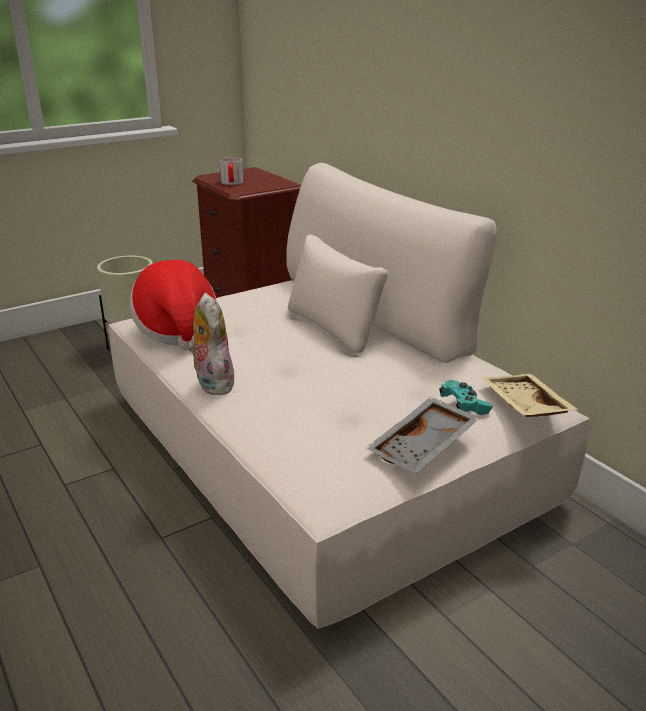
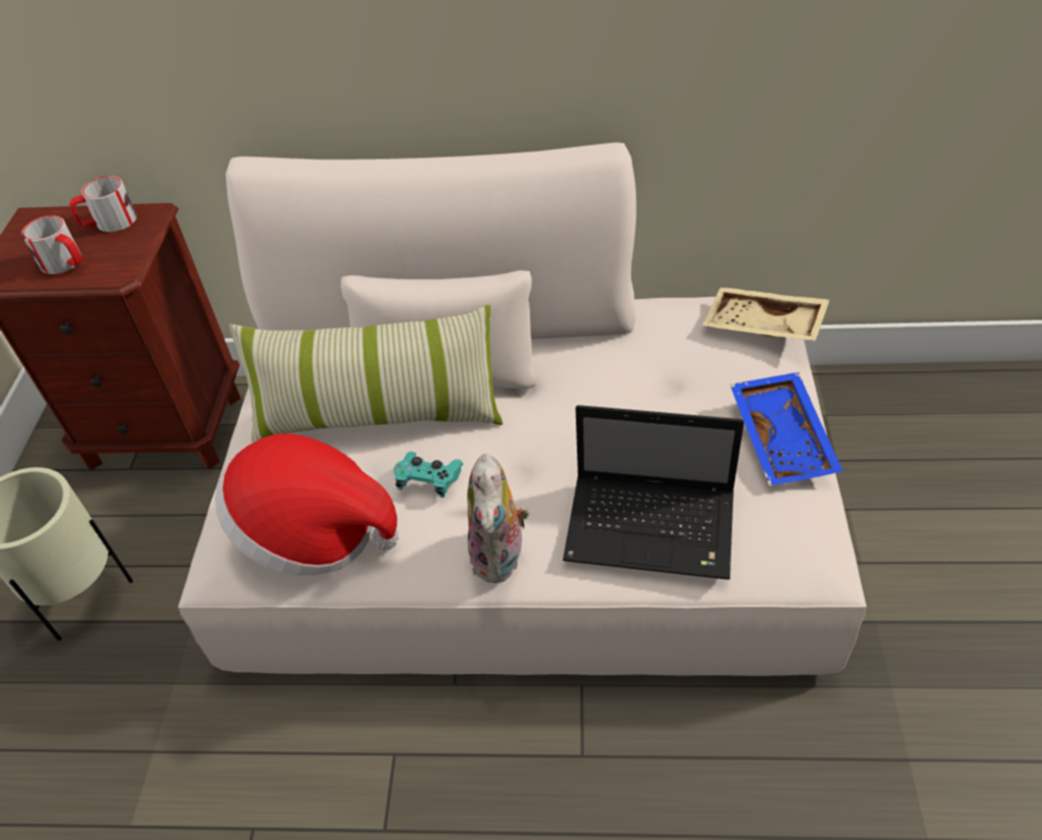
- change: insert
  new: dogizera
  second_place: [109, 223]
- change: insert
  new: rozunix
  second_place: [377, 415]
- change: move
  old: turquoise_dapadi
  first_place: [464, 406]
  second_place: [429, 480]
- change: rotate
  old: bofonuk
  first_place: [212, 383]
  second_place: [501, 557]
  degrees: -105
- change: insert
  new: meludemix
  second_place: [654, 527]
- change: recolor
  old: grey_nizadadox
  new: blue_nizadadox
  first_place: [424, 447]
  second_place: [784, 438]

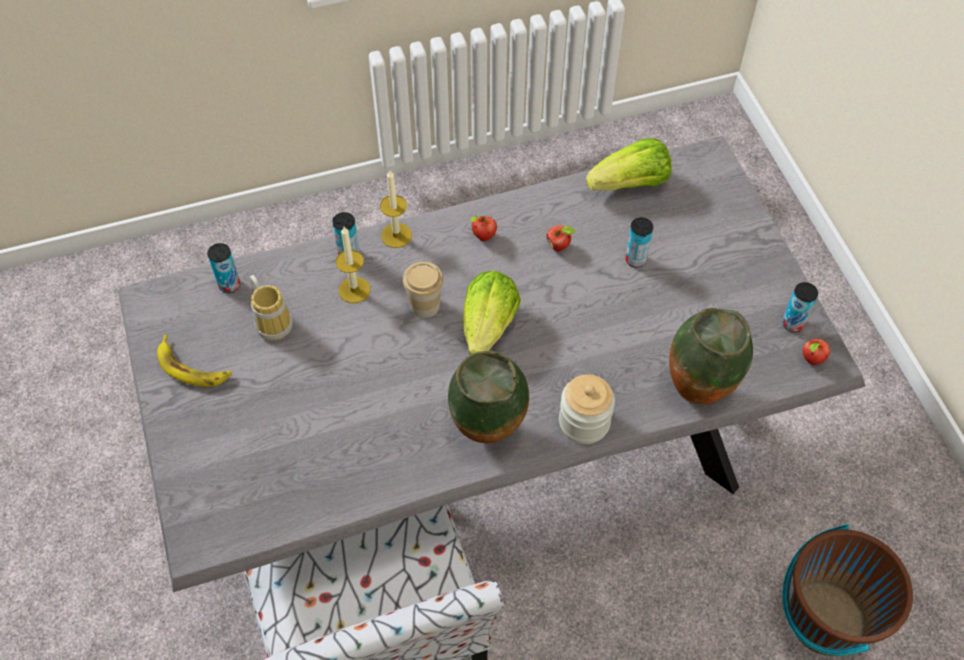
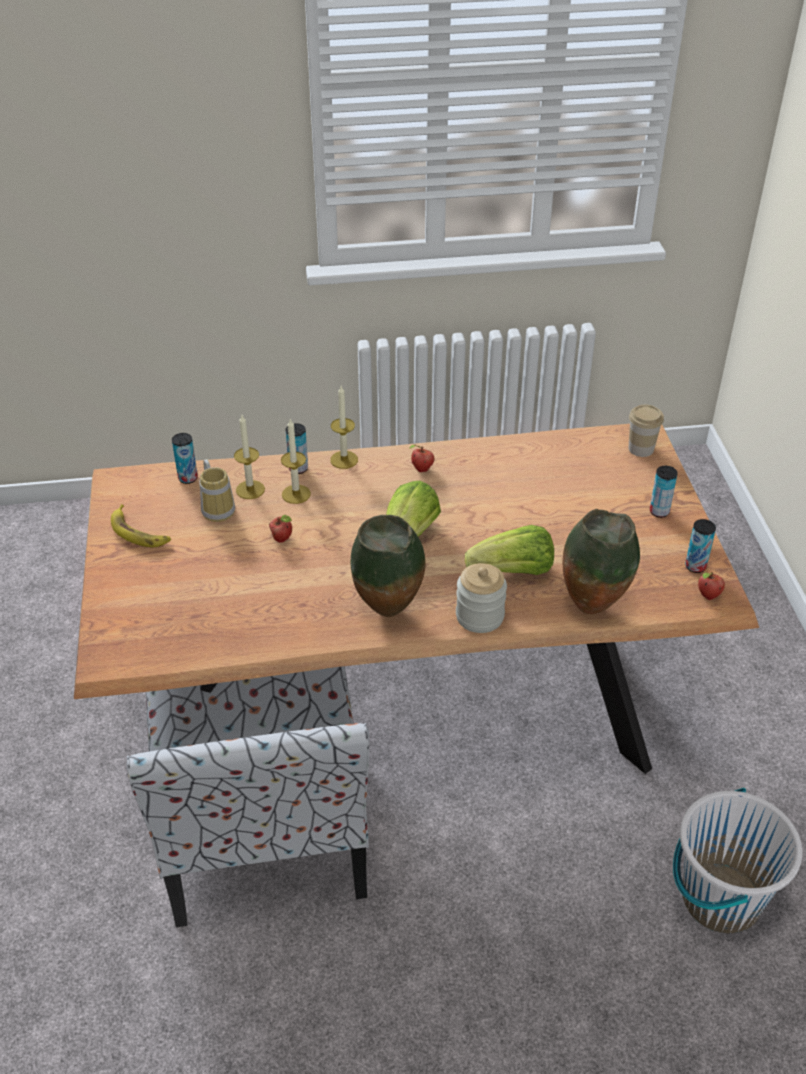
- change: recolor
  old: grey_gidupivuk
  new: brown_gidupivuk
  first_place: [481, 458]
  second_place: [402, 709]
- change: insert
  new: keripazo
  second_place: [250, 489]
- change: move
  old: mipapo
  first_place: [559, 246]
  second_place: [282, 539]
- change: move
  old: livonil
  first_place: [631, 184]
  second_place: [513, 572]
- change: move
  old: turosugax
  first_place: [425, 305]
  second_place: [641, 449]
- change: move
  old: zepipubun
  first_place: [635, 259]
  second_place: [659, 511]
- change: recolor
  old: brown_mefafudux
  new: white_mefafudux
  first_place: [824, 619]
  second_place: [720, 898]

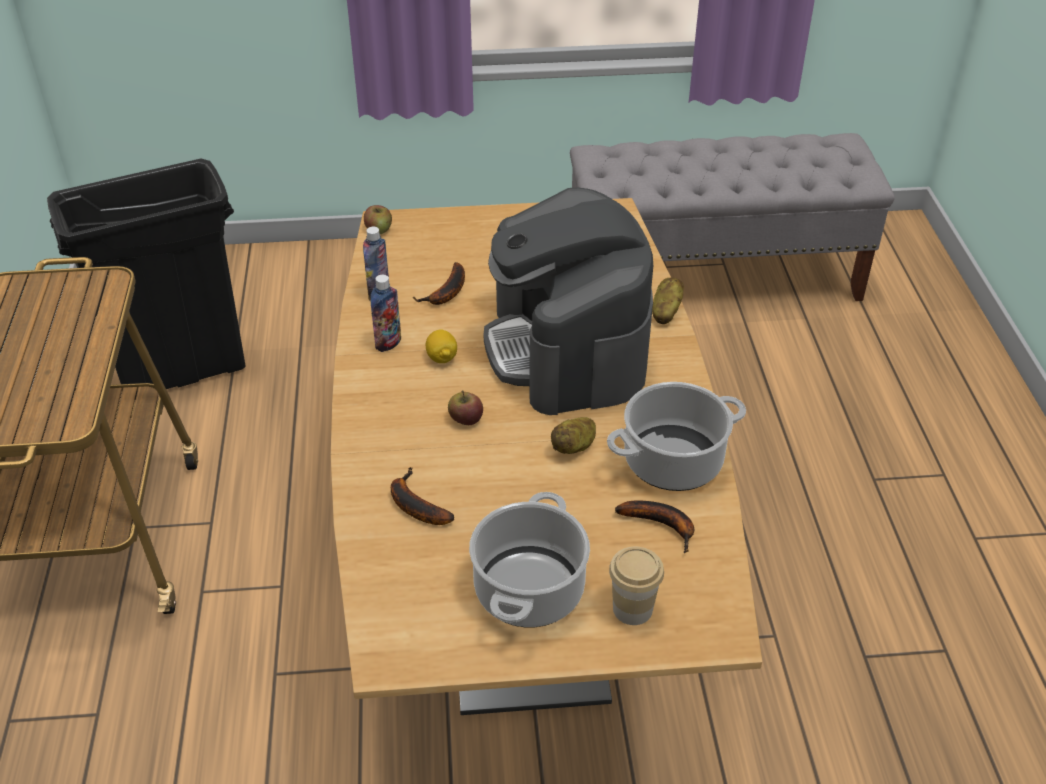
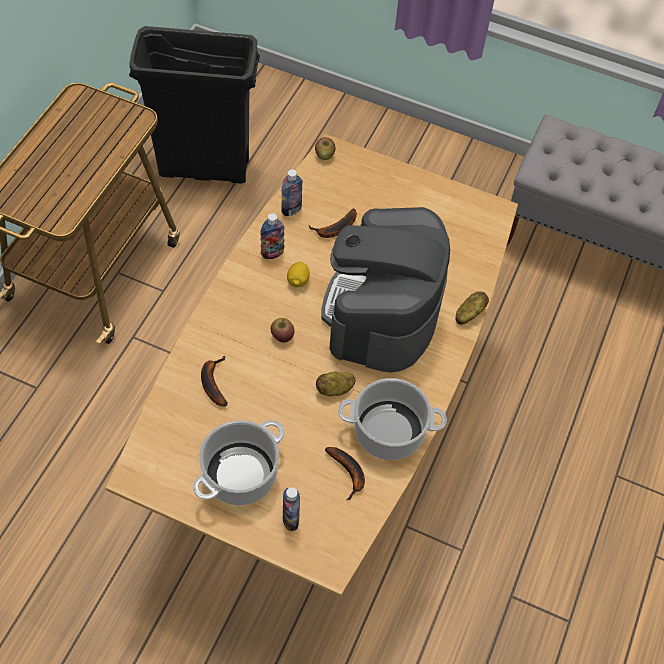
- change: replace
  old: turosugax
  new: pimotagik
  first_place: [632, 609]
  second_place: [290, 519]

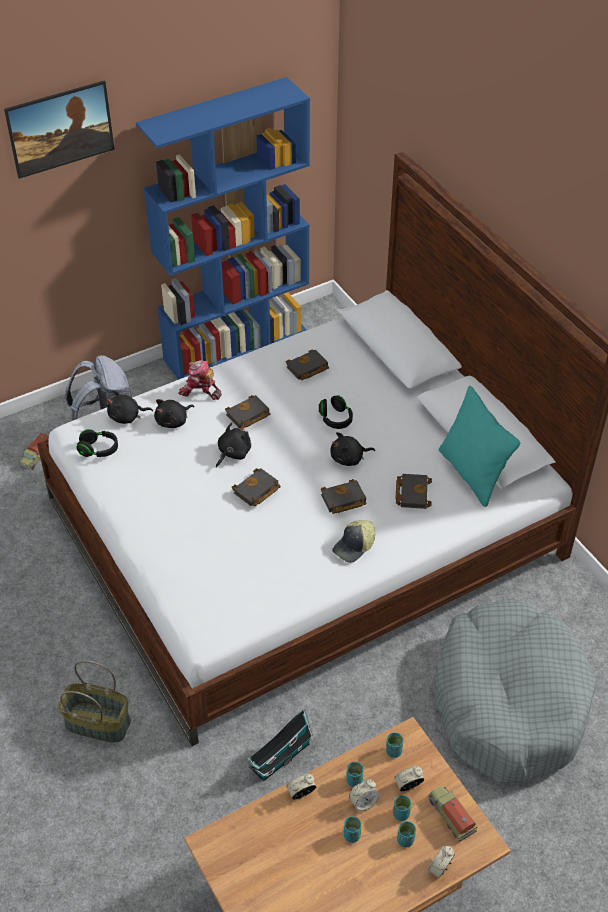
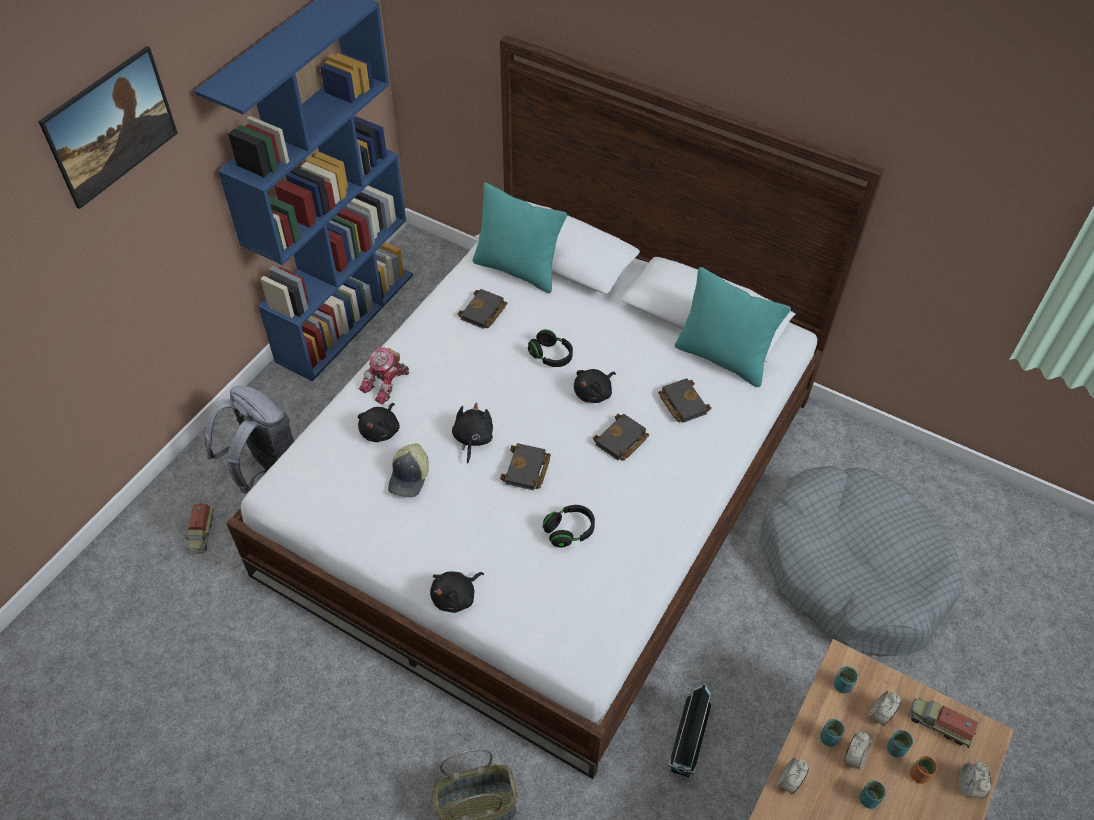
- change: rotate
  old: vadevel
  first_place: [200, 391]
  second_place: [387, 384]
  degrees: -45
- change: move
  old: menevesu
  first_place: [354, 546]
  second_place: [410, 477]
- change: move
  old: black_bofonuk
  first_place: [127, 417]
  second_place: [456, 597]
- change: insert
  new: turquoise_rozunix
  second_place: [517, 269]
- change: move
  old: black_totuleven
  first_place: [98, 450]
  second_place: [569, 531]
- change: recolor
  old: turquoise_turosugax
  new: orange_turosugax
  first_place: [405, 840]
  second_place: [919, 774]
- change: delete
  old: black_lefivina
  first_place: [247, 416]

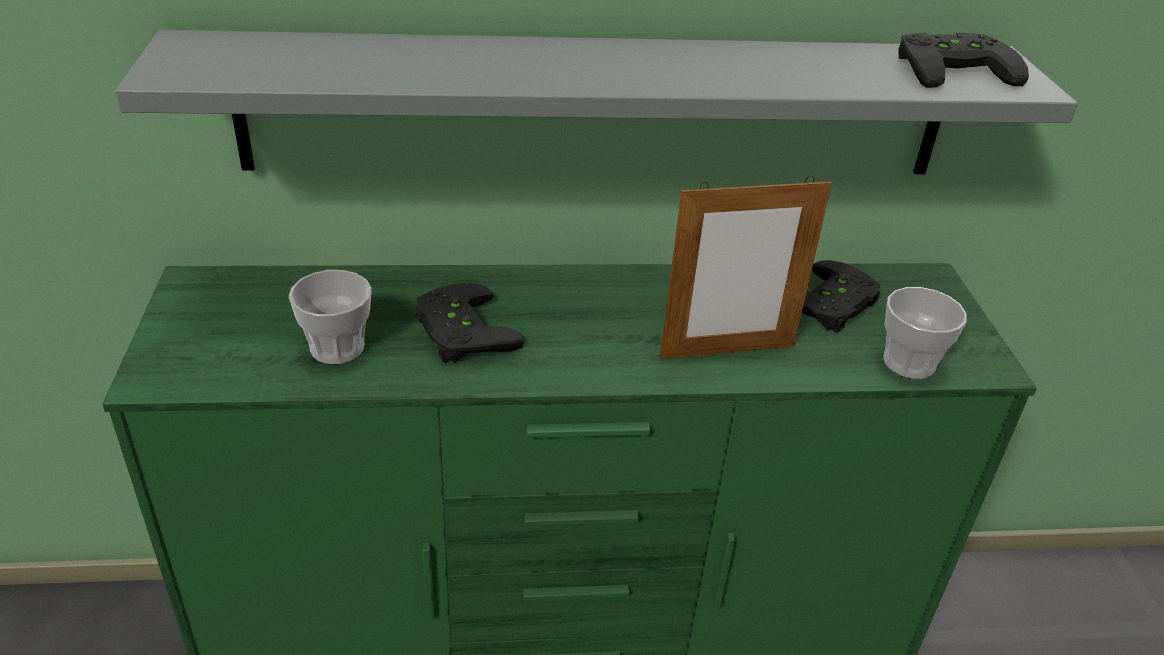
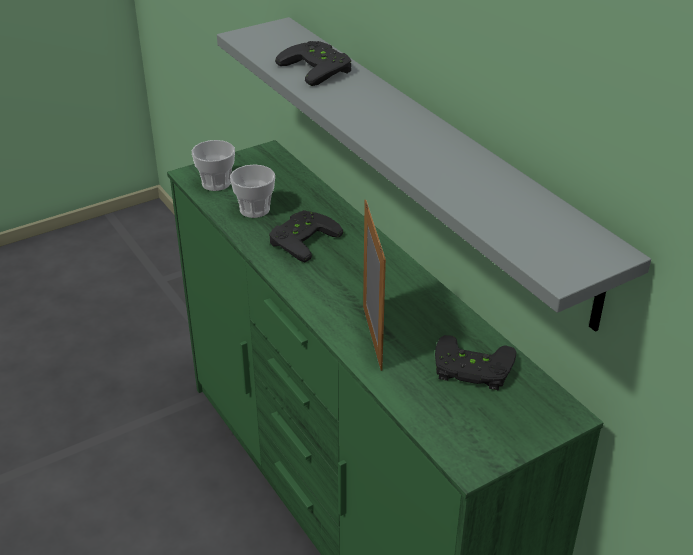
- change: move
  old: turosugax
  first_place: [909, 362]
  second_place: [216, 183]
- change: move
  old: black_dapadi
  first_place: [952, 68]
  second_place: [319, 68]
- change: rotate
  old: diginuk
  first_place: [727, 351]
  second_place: [372, 337]
  degrees: -150

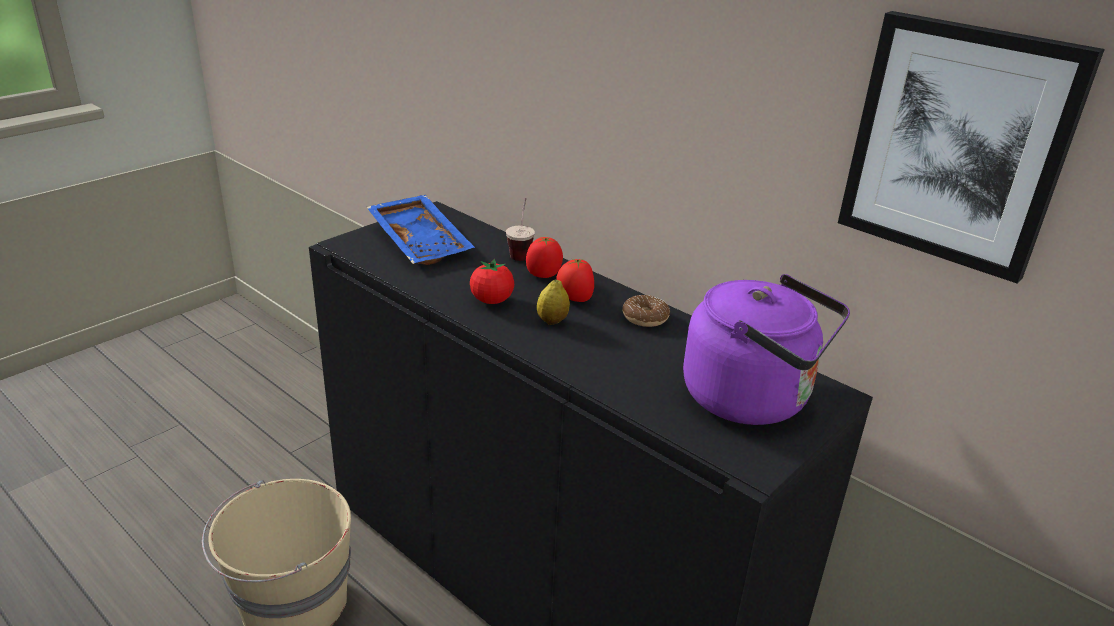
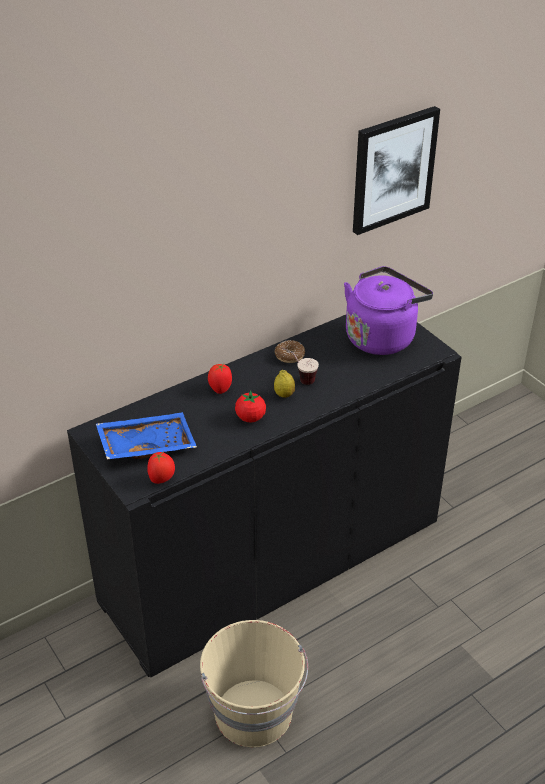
- change: move
  old: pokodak
  first_place: [574, 299]
  second_place: [162, 479]
- change: move
  old: turosugax
  first_place: [521, 252]
  second_place: [299, 379]

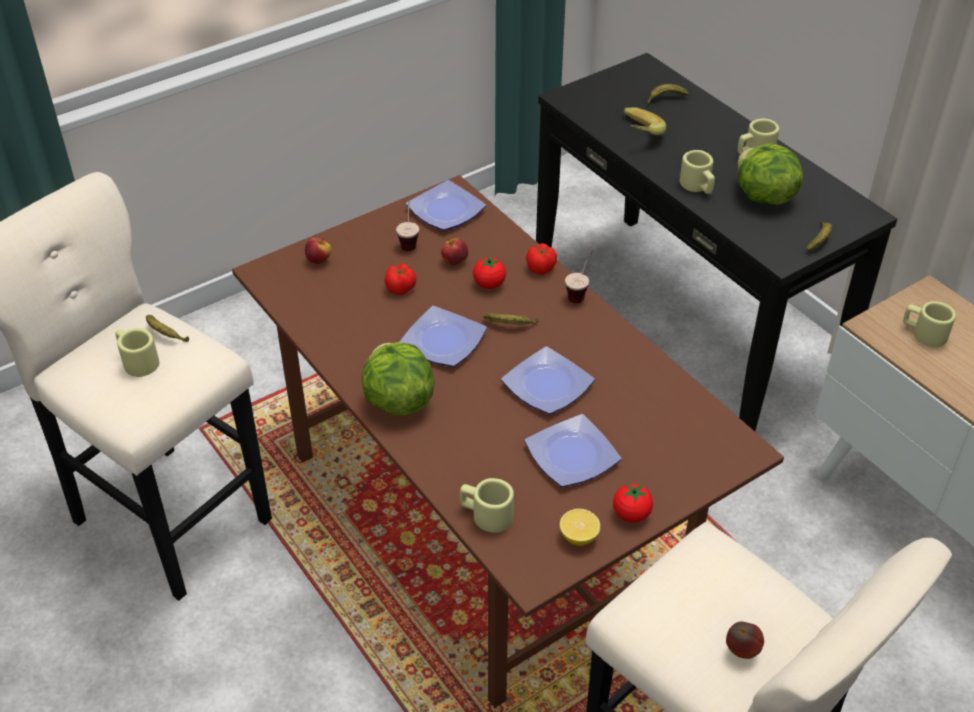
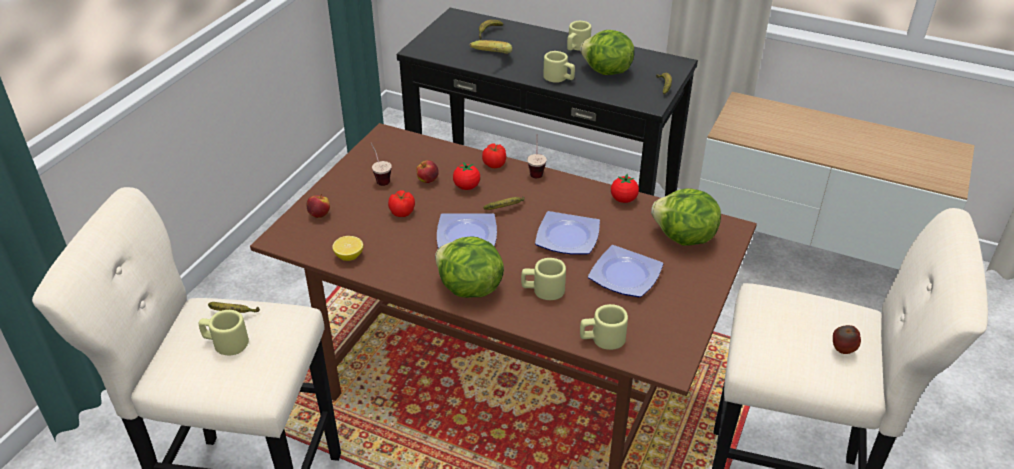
- change: move
  old: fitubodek
  first_place: [579, 536]
  second_place: [349, 256]
- change: move
  old: beige_dogizera
  first_place: [923, 333]
  second_place: [542, 290]
- change: move
  old: pokodak
  first_place: [631, 514]
  second_place: [623, 199]
- change: insert
  new: livonil
  second_place: [684, 238]
- change: delete
  old: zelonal
  first_place: [446, 209]

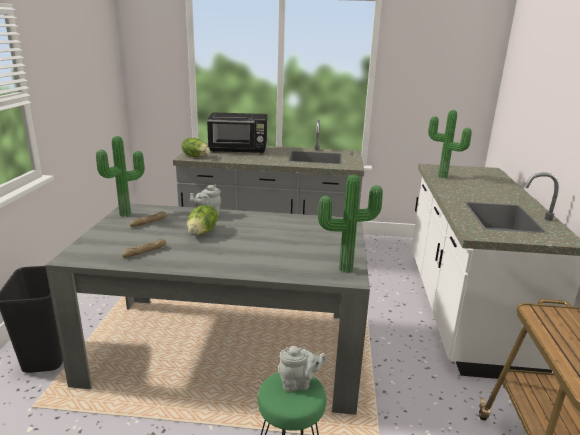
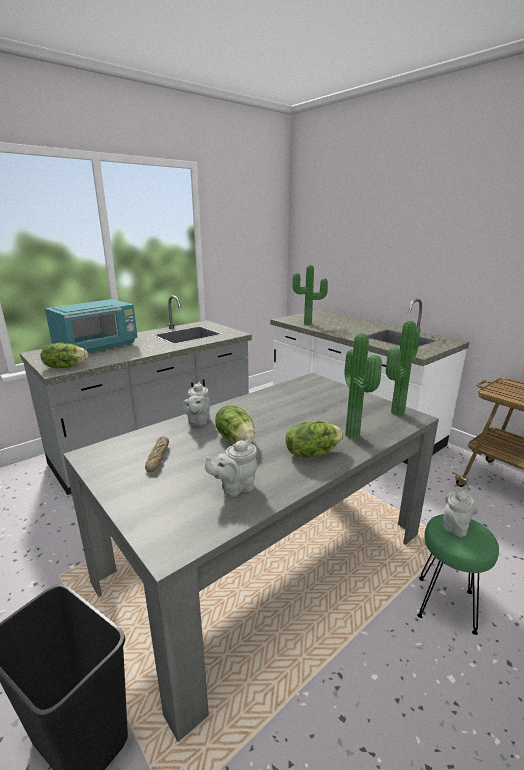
- change: recolor
  old: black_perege
  new: turquoise_perege
  first_place: [239, 150]
  second_place: [98, 347]
- change: replace
  old: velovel
  new: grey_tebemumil
  first_place: [145, 252]
  second_place: [234, 488]
- change: insert
  new: livonil
  second_place: [312, 453]
- change: move
  old: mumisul
  first_place: [126, 215]
  second_place: [355, 434]

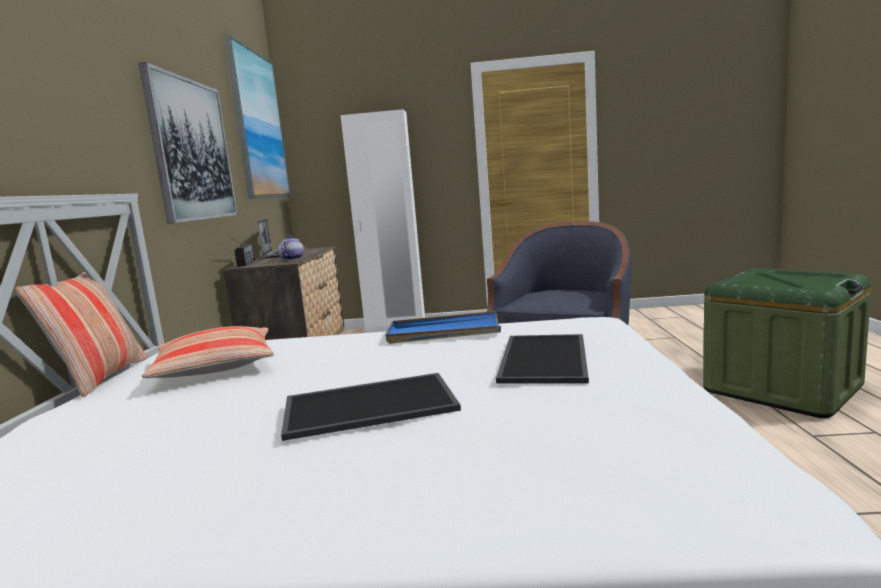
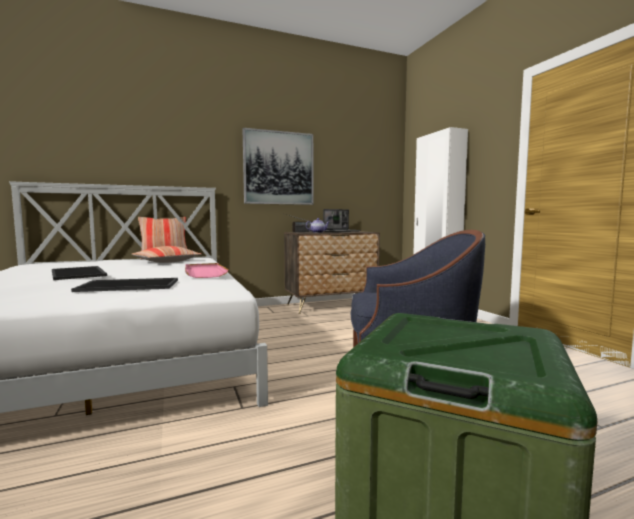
- change: recolor
  old: blue_nizadadox
  new: pink_nizadadox
  first_place: [443, 332]
  second_place: [204, 273]
- change: delete
  old: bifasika
  first_place: [258, 125]

